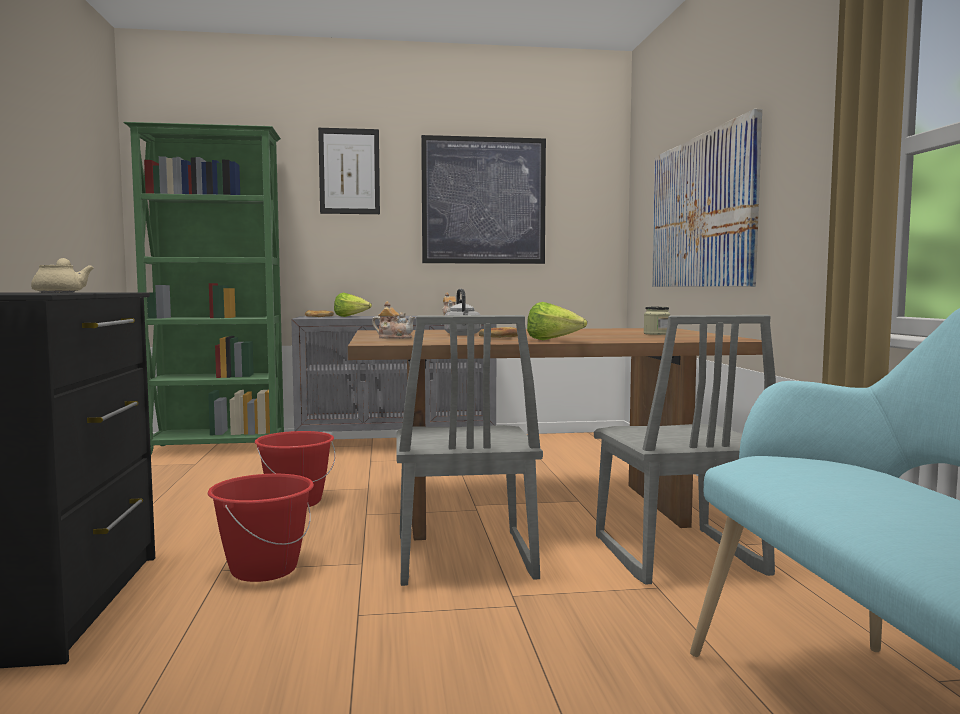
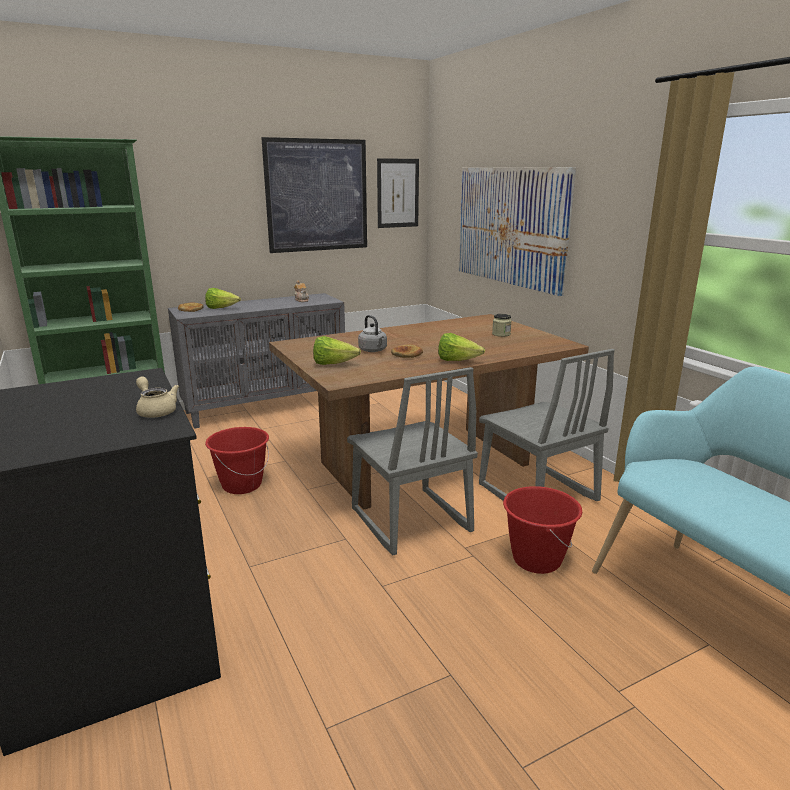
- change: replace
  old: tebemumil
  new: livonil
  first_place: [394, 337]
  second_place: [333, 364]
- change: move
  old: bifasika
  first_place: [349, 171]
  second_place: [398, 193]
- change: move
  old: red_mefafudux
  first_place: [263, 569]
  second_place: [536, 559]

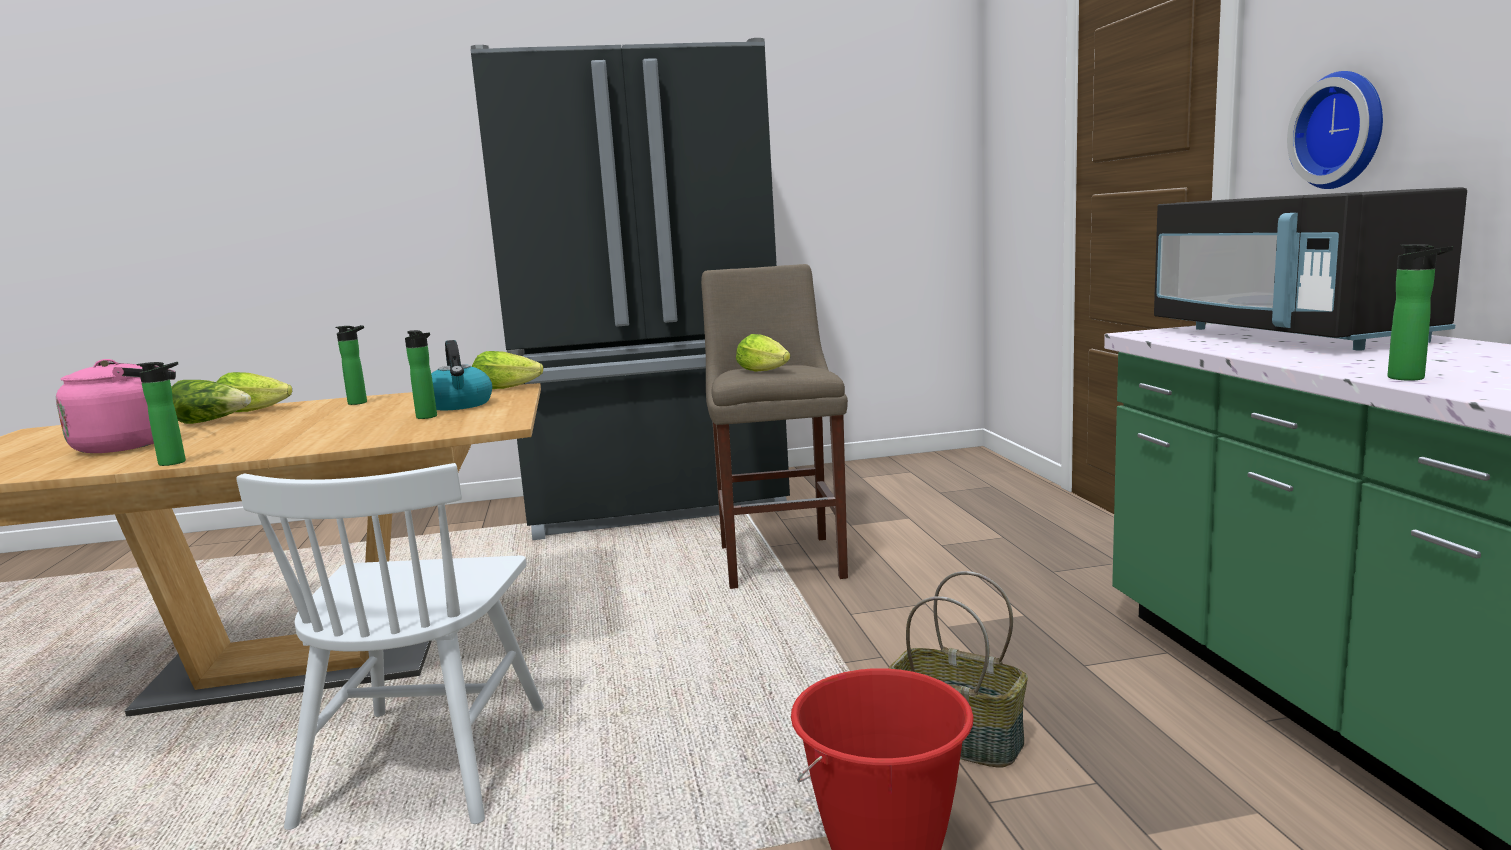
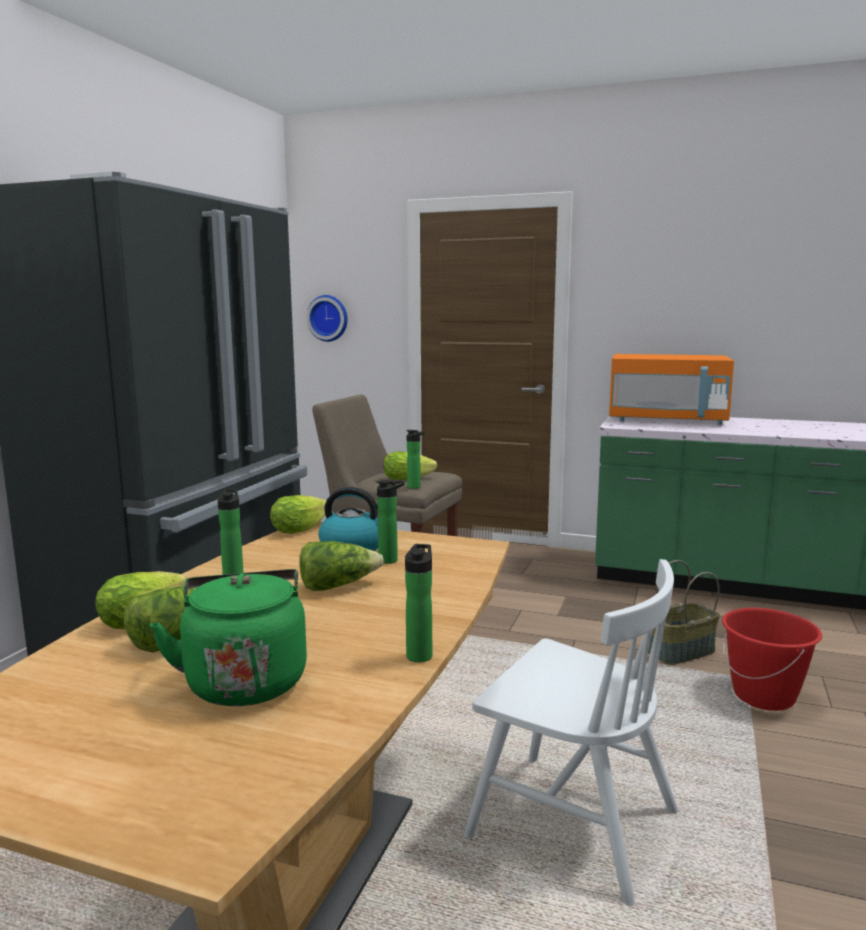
- change: recolor
  old: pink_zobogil
  new: green_zobogil
  first_place: [131, 445]
  second_place: [245, 680]
- change: insert
  new: livonil
  second_place: [337, 586]
- change: move
  old: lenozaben
  first_place: [1343, 130]
  second_place: [328, 318]
- change: move
  old: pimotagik
  first_place: [1411, 378]
  second_place: [416, 487]
- change: recolor
  old: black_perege
  new: orange_perege
  first_place: [1287, 335]
  second_place: [667, 420]

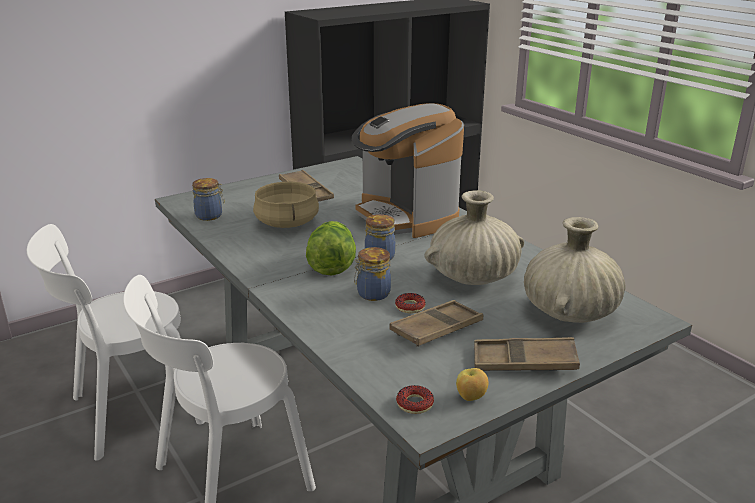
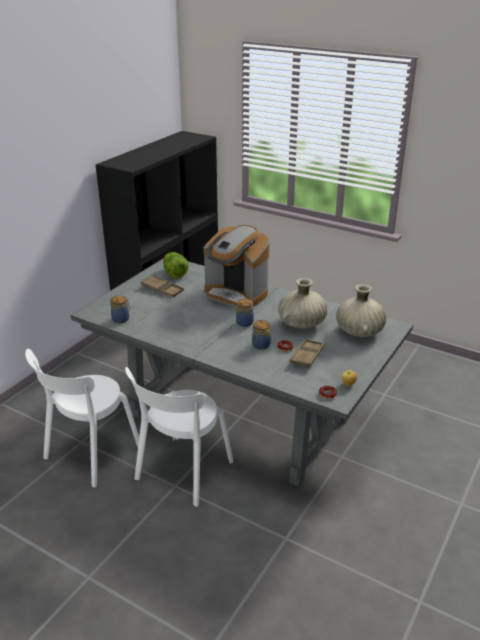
- change: move
  old: livonil
  first_place: [331, 265]
  second_place: [174, 274]
- change: delete
  old: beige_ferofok
  first_place: [287, 223]
- change: delete
  old: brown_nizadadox
  first_place: [524, 362]

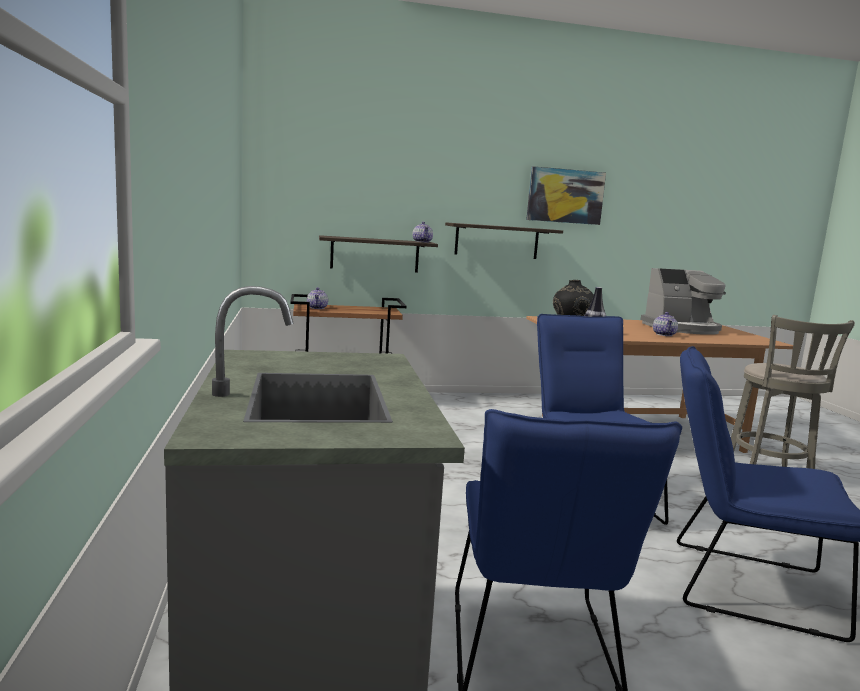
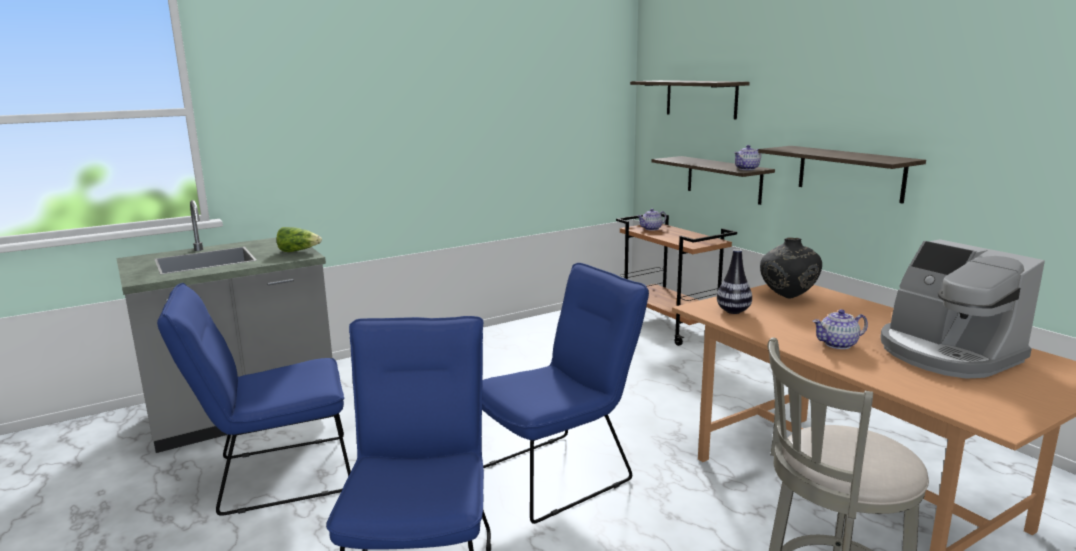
- change: insert
  new: livonil
  second_place: [298, 251]
- change: insert
  new: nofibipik
  second_place: [701, 98]
- change: delete
  old: bifasika
  first_place: [565, 196]

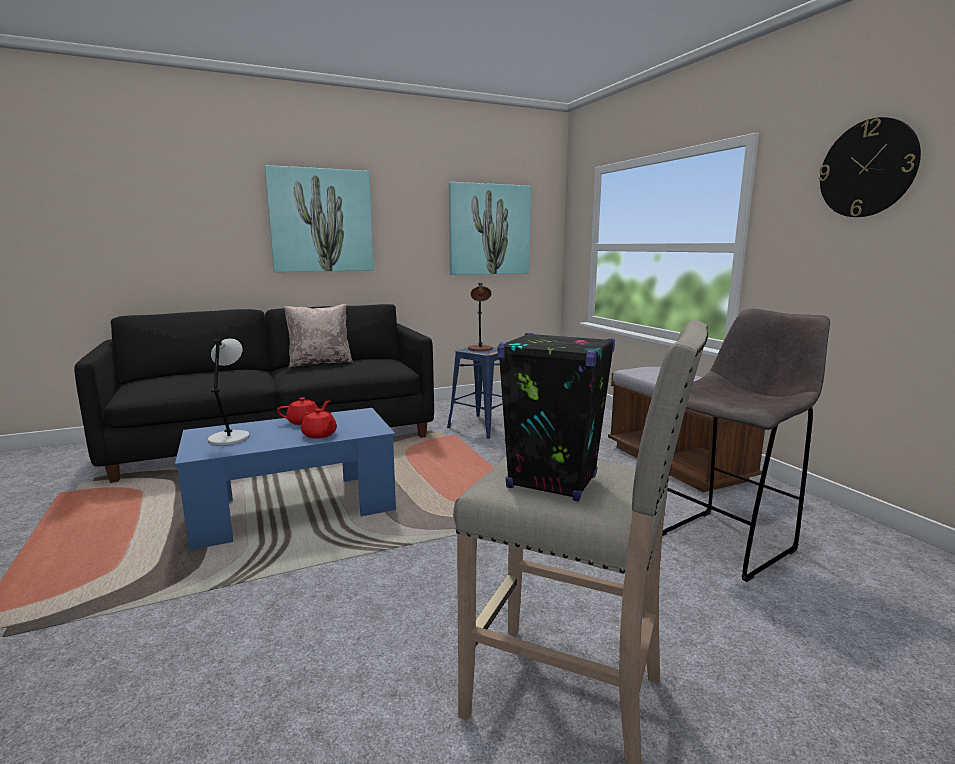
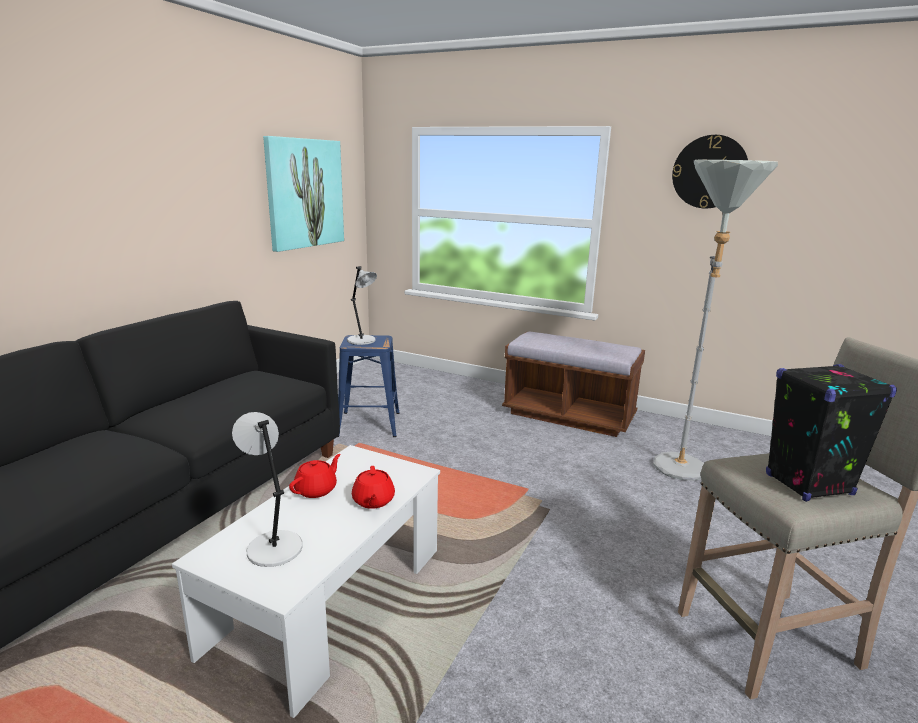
- change: recolor
  old: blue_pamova
  new: white_pamova
  first_place: [295, 508]
  second_place: [330, 600]
- change: recolor
  old: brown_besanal
  new: grey_besanal
  first_place: [480, 349]
  second_place: [362, 341]
- change: rotate
  old: red_tebemumil
  first_place: [319, 435]
  second_place: [373, 501]
  degrees: 75
- change: replace
  old: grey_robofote
  new: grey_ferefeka
  first_place: [727, 542]
  second_place: [680, 473]
- change: delete
  old: bifasika
  first_place: [321, 221]
- change: delete
  old: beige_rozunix
  first_place: [320, 363]

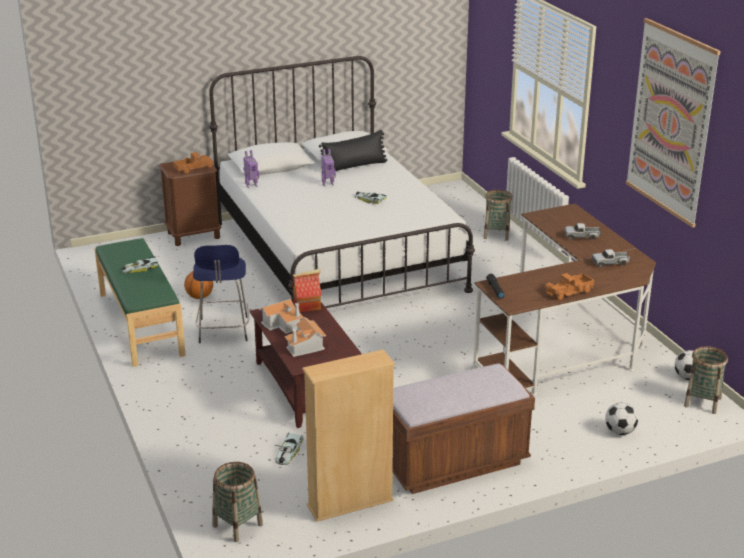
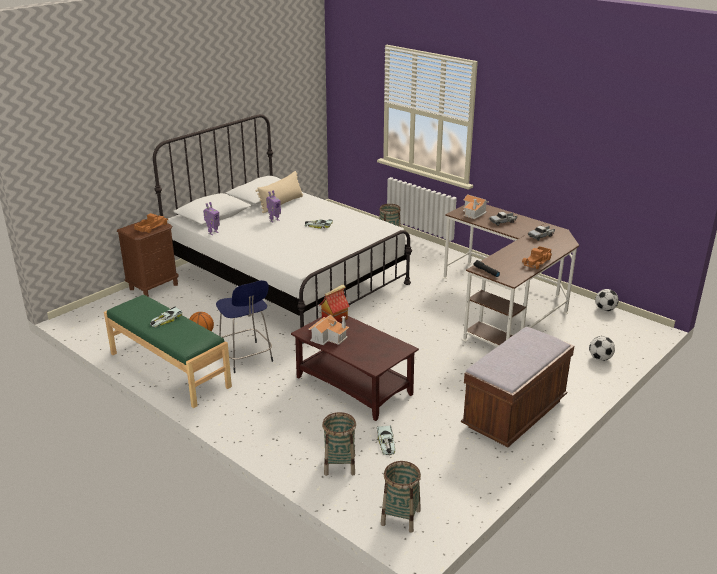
- change: recolor
  old: black_rozunix
  new: beige_rozunix
  first_place: [354, 166]
  second_place: [281, 203]
- change: move
  old: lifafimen
  first_place: [702, 402]
  second_place: [339, 465]
- change: move
  old: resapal
  first_place: [305, 347]
  second_place: [474, 213]
- change: delete
  old: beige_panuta
  first_place: [350, 503]
- change: delete
  old: bifasika
  first_place: [670, 122]

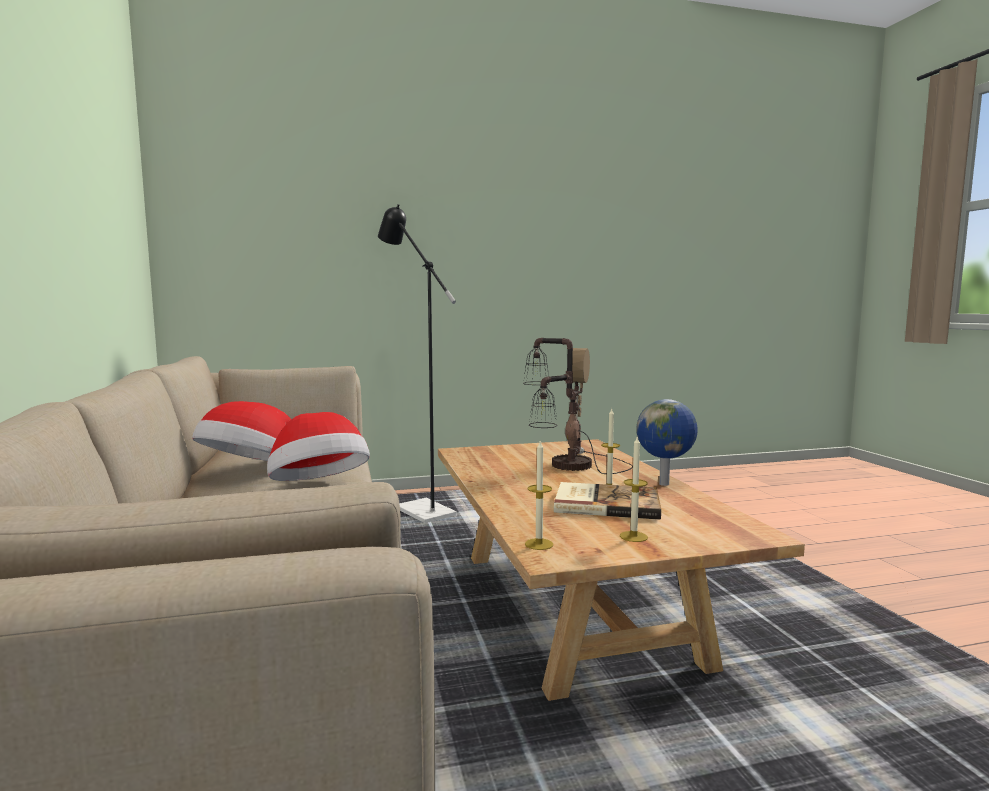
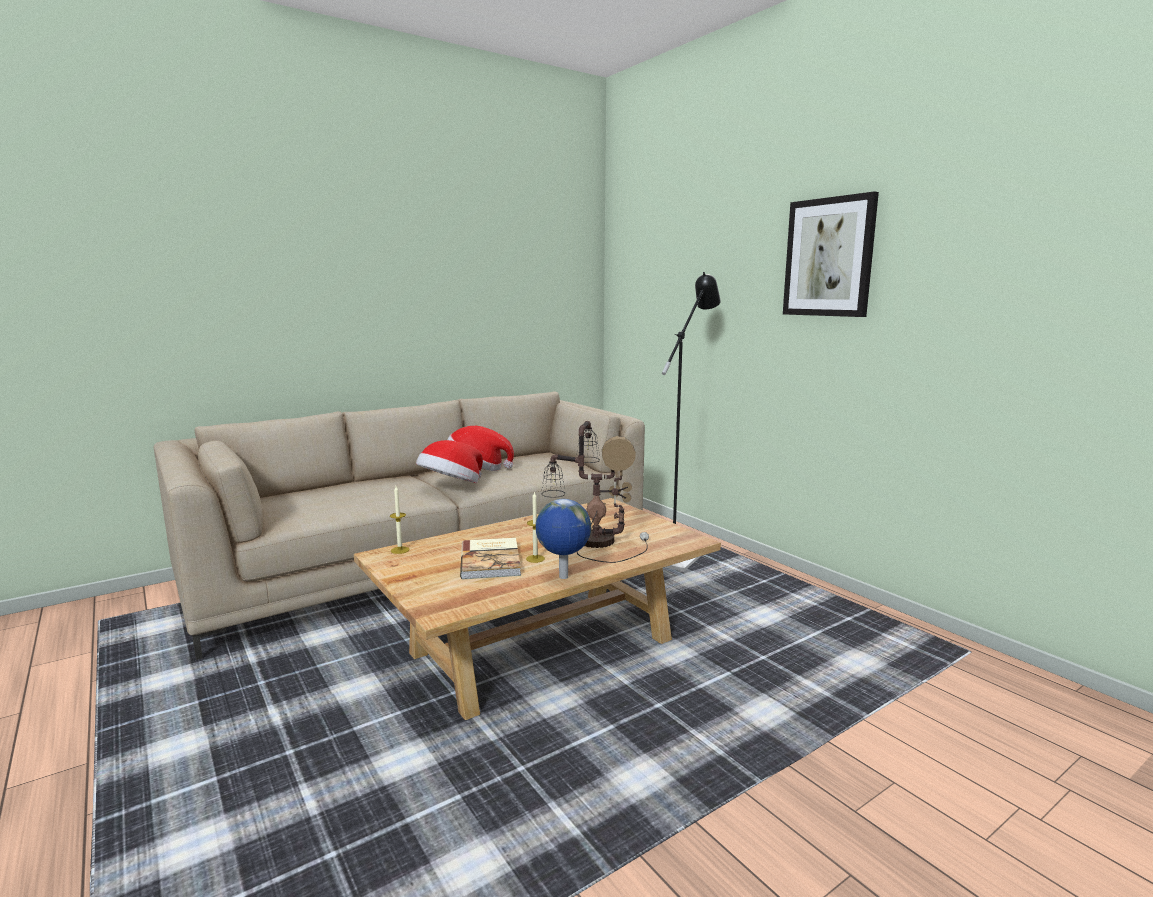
- change: insert
  new: bifasika
  second_place: [829, 257]
- change: delete
  old: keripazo
  first_place: [633, 536]

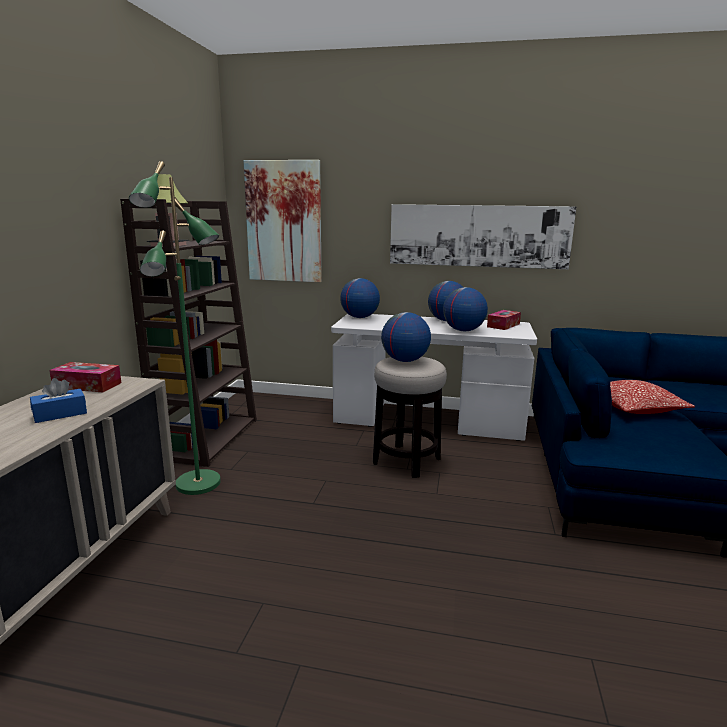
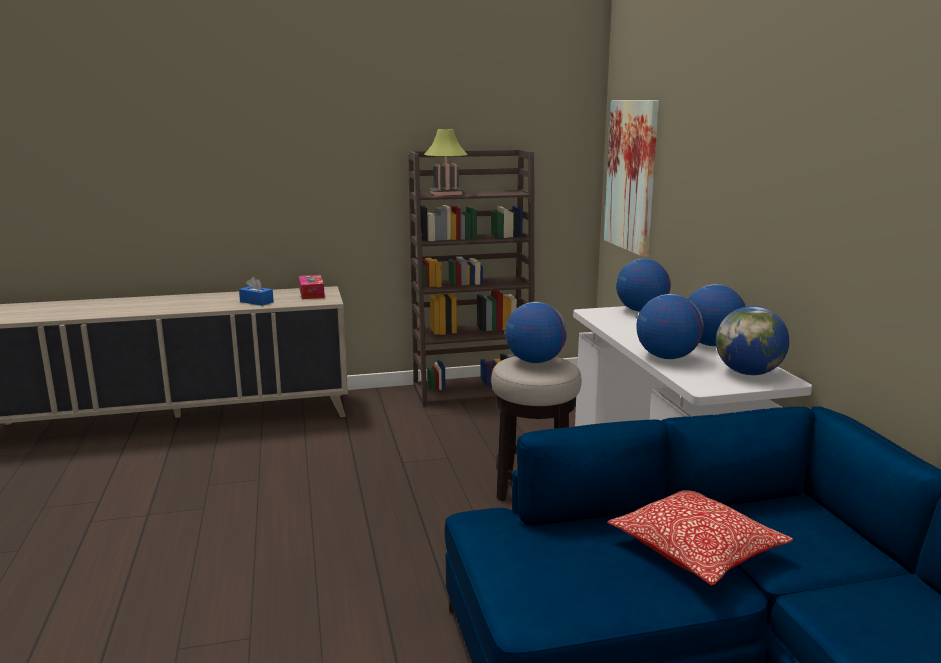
- change: replace
  old: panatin
  new: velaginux
  first_place: [503, 325]
  second_place: [748, 373]
- change: delete
  old: green_ferefeka
  first_place: [198, 484]
- change: delete
  old: bifasika
  first_place: [478, 236]

